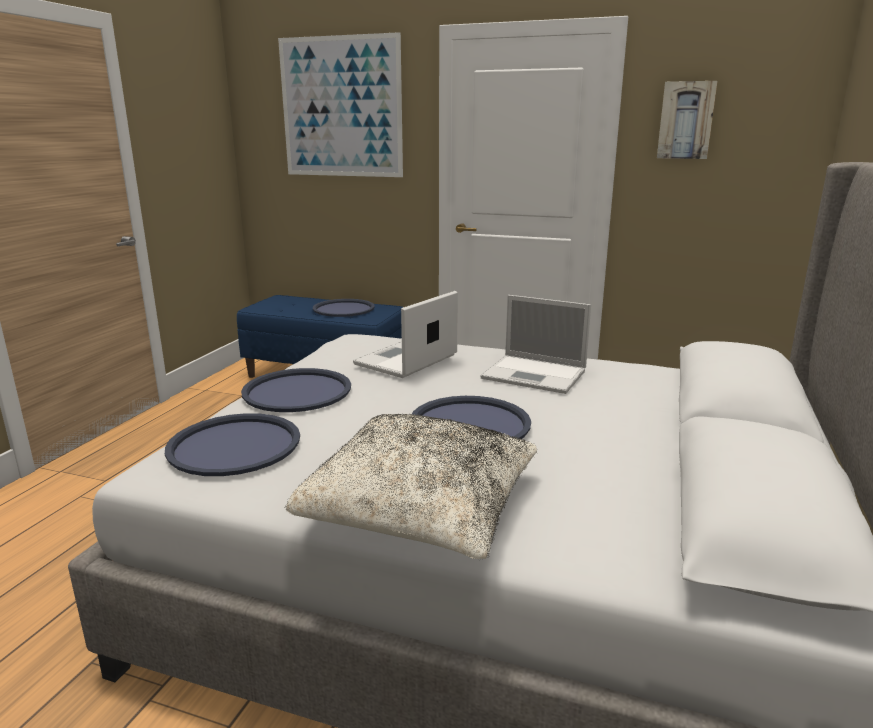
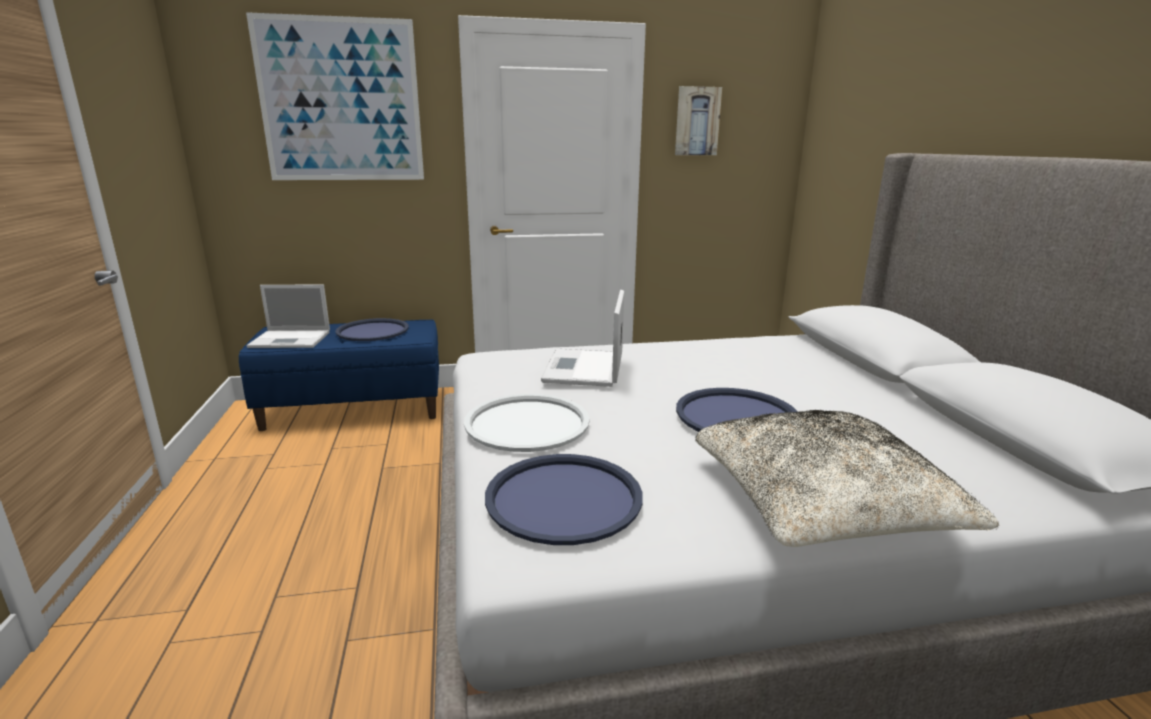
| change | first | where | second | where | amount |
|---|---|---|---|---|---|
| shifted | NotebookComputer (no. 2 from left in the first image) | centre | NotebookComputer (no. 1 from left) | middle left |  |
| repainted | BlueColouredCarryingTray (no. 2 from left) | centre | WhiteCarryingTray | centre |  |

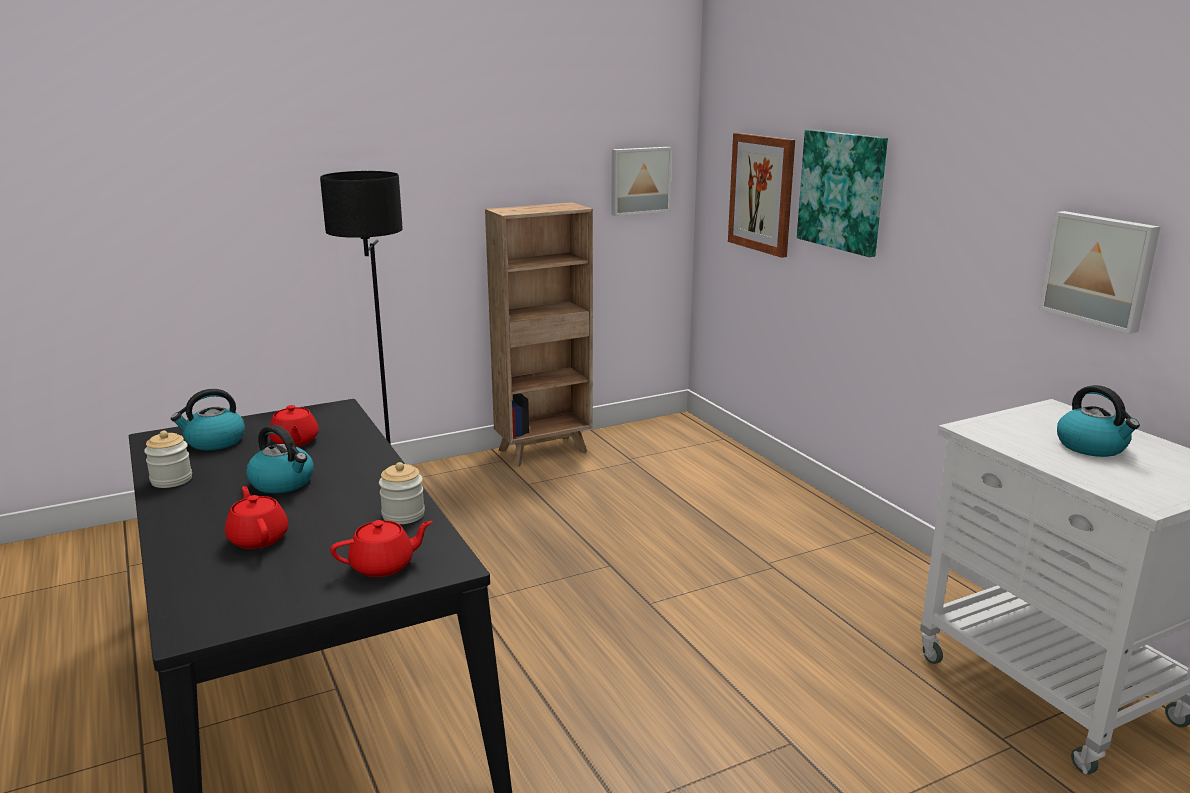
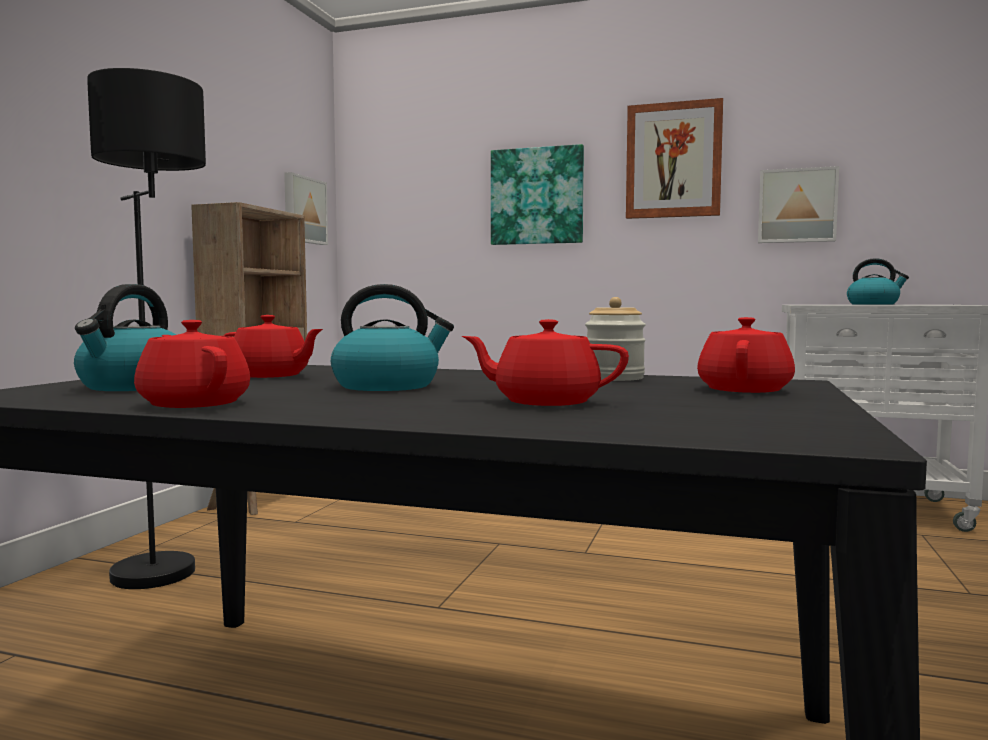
| change | first | where | second | where | amount |
|---|---|---|---|---|---|
| swapped | Jar (no. 1 from left) | middle left | RedColouredTeapot (no. 1 from left) | middle left |  |
| shifted | WallPicture (no. 2 from left in the first image) | top centre | WallPicture (no. 3 from left) | top right |  |

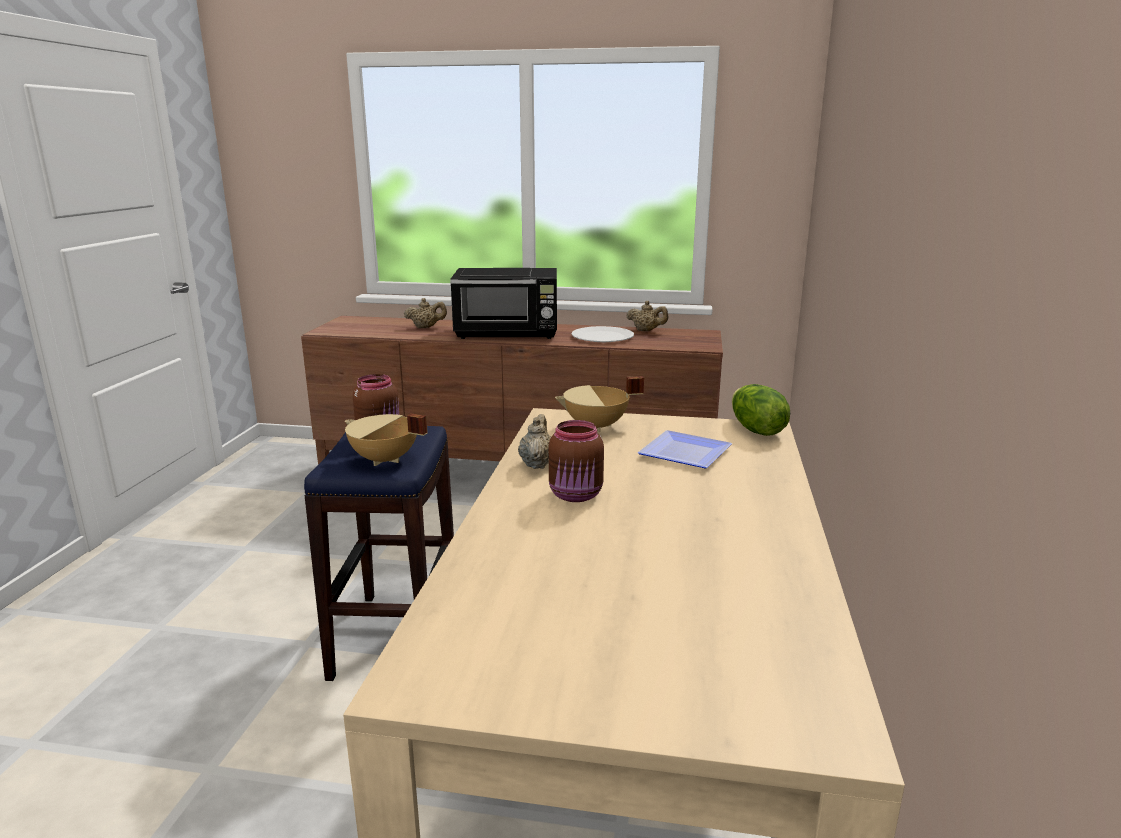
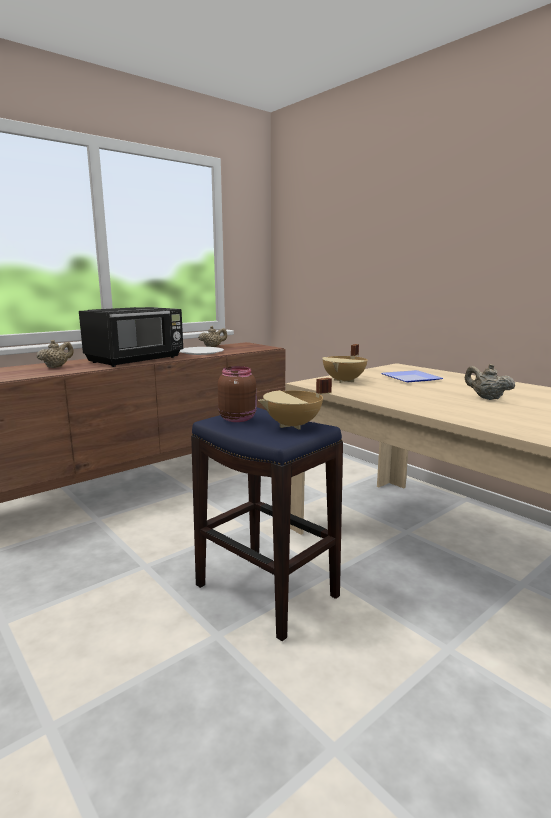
| change | first | where | second | where | amount |
|---|---|---|---|---|---|
| shifted | BeigeTeapot (no. 2 from left in the first image) | centre | BeigeTeapot (no. 3 from left) | middle right |  |
| gone | BrownColouredJar (no. 2 from left) | centre |  |  |  |
| gone | LettuceHead | middle right |  |  |  |

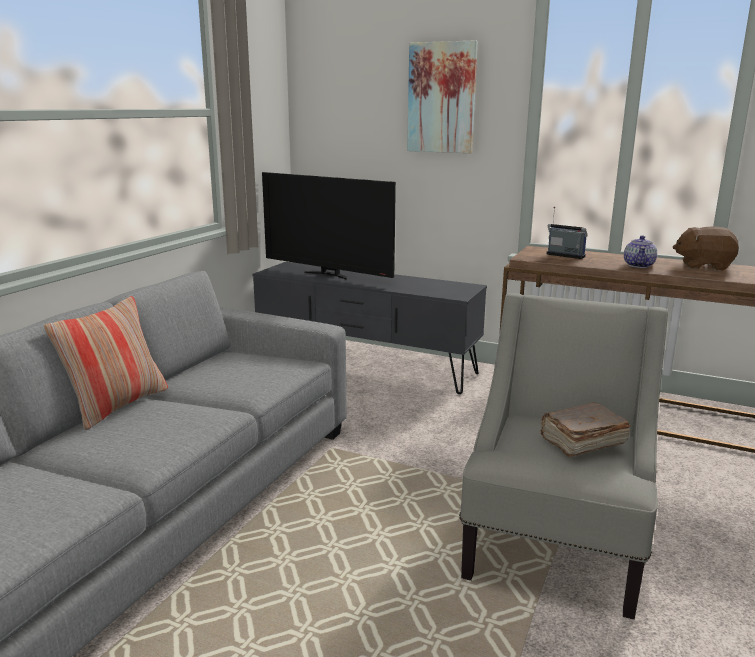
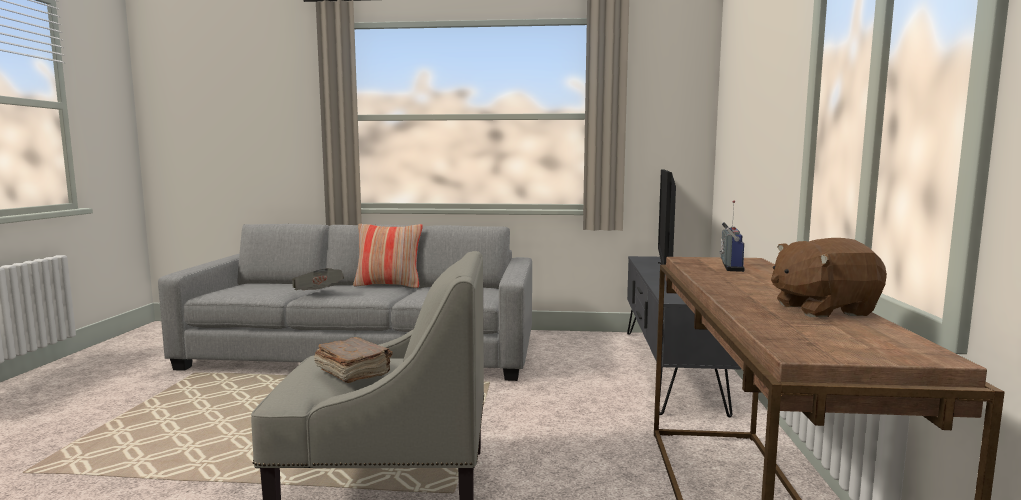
| change | first | where | second | where | amount |
|---|---|---|---|---|---|
| new |  |  | Newspaper | middle left |  |
| rotated | BrownColouredPlushToy | middle right |  | middle right | 90 degrees counterclockwise |
| gone | WallPicture | top centre |  |  |  |
| gone | Teapot | middle right |  |  |  |

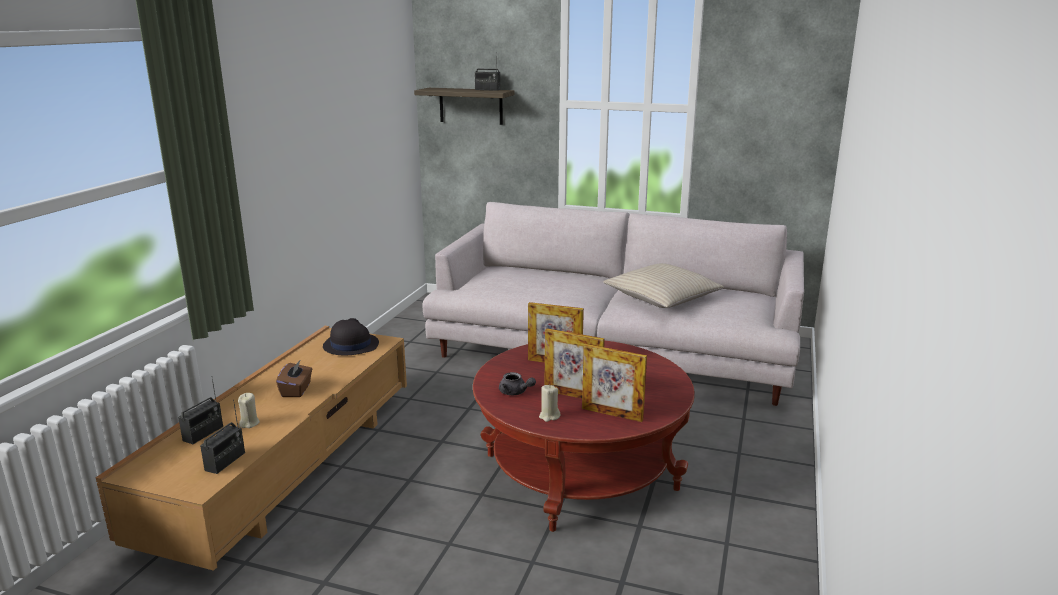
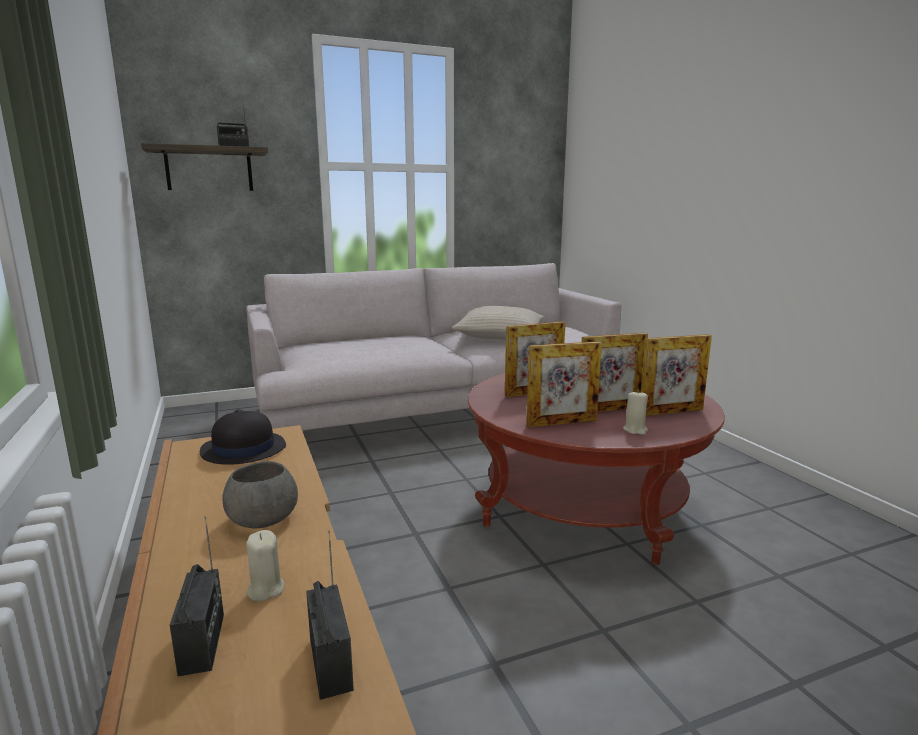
| change | first | where | second | where | amount |
|---|---|---|---|---|---|
| swapped | BrownColouredTissueBox | middle left | GreyishBowl | bottom left |  |
| swapped | GreyishTeapot | centre | StandingFrame (no. 2 from left) | centre |  |

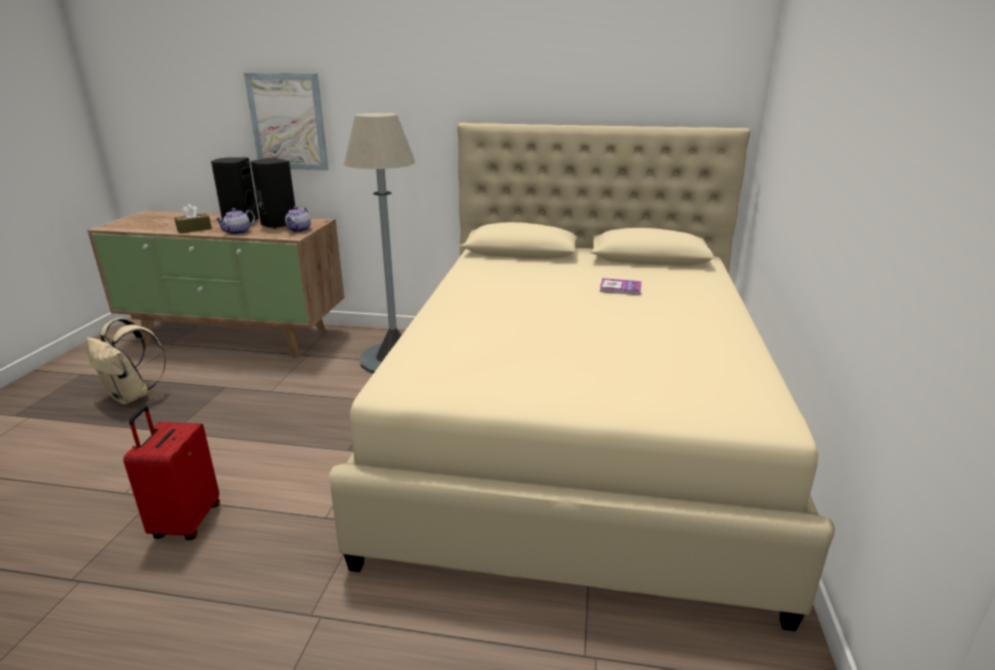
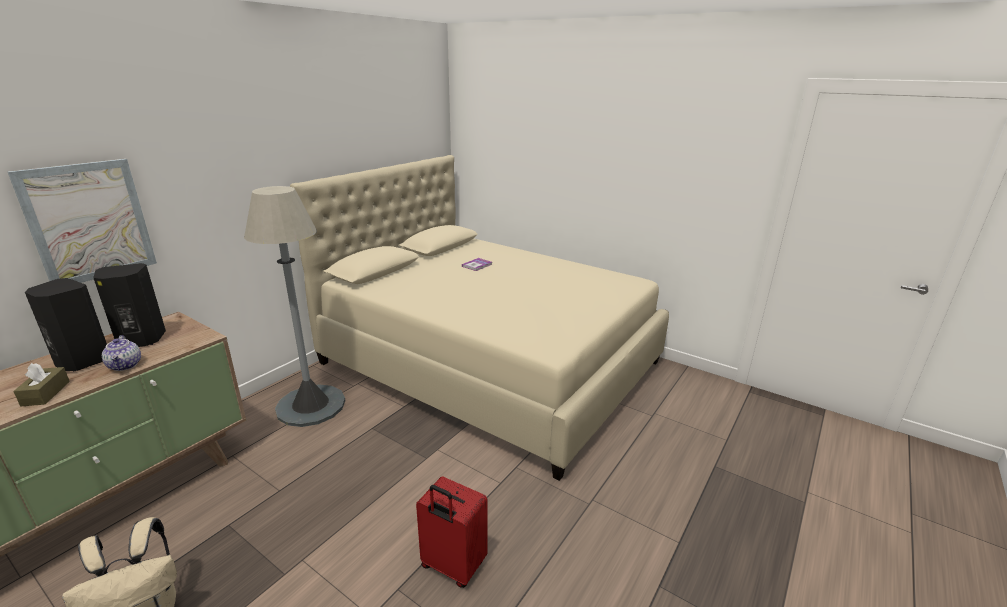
| change | first | where | second | where | amount |
|---|---|---|---|---|---|
| gone | Teapot (no. 2 from left) | top left |  |  |  |

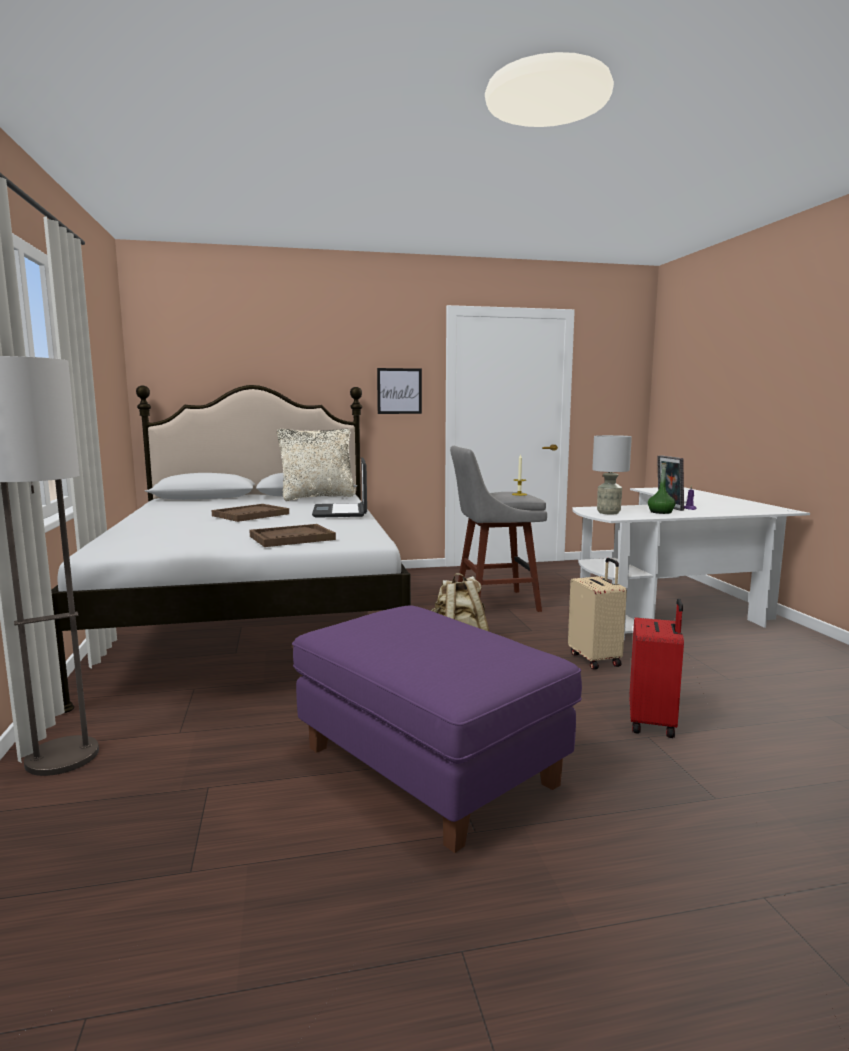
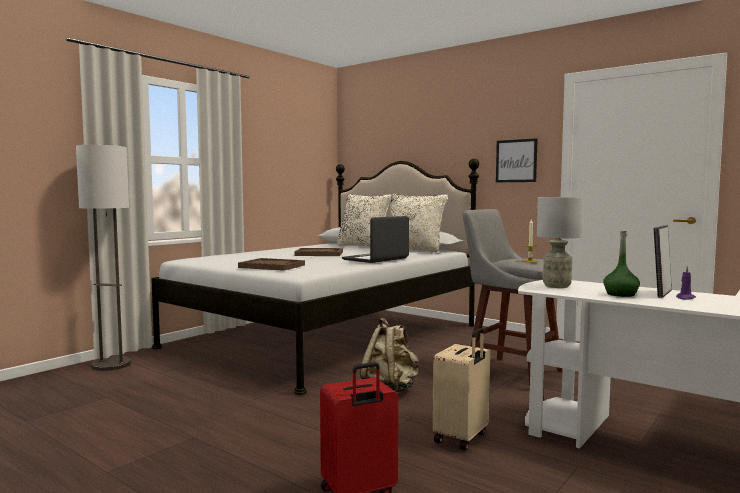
| change | first | where | second | where | amount |
|---|---|---|---|---|---|
| new |  |  | BeigeThrowPillow (no. 1 from left) | centre |  |
| gone | PurpleOttoman | bottom centre |  |  |  |

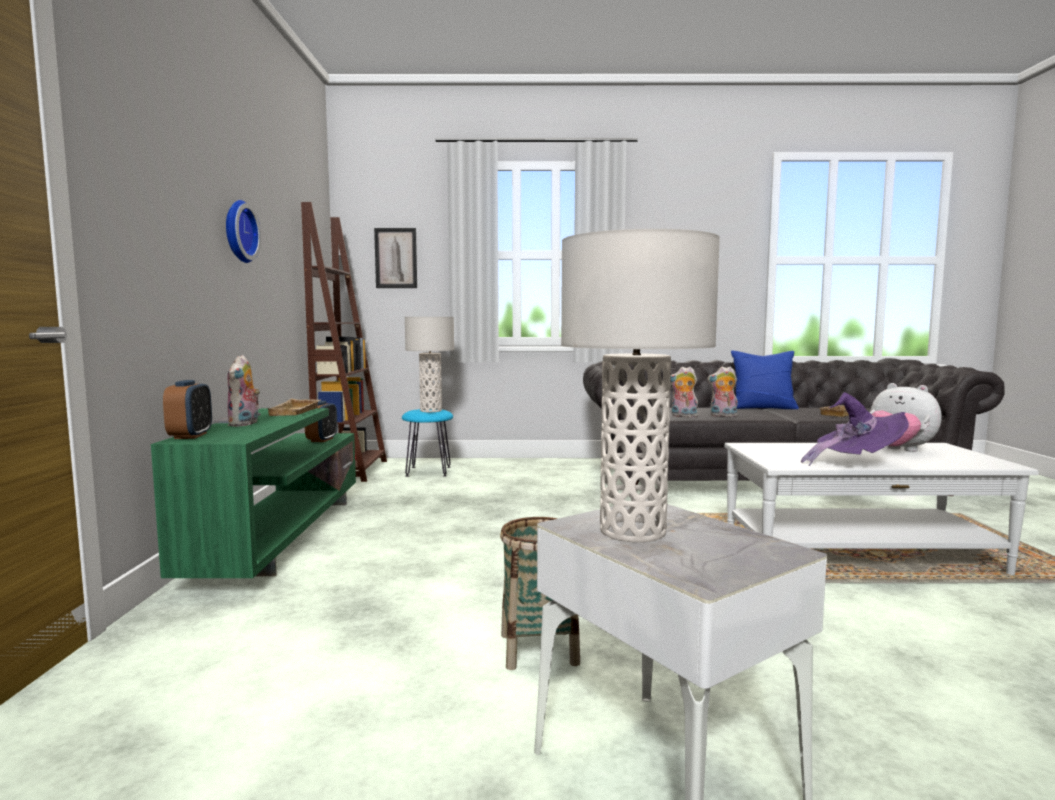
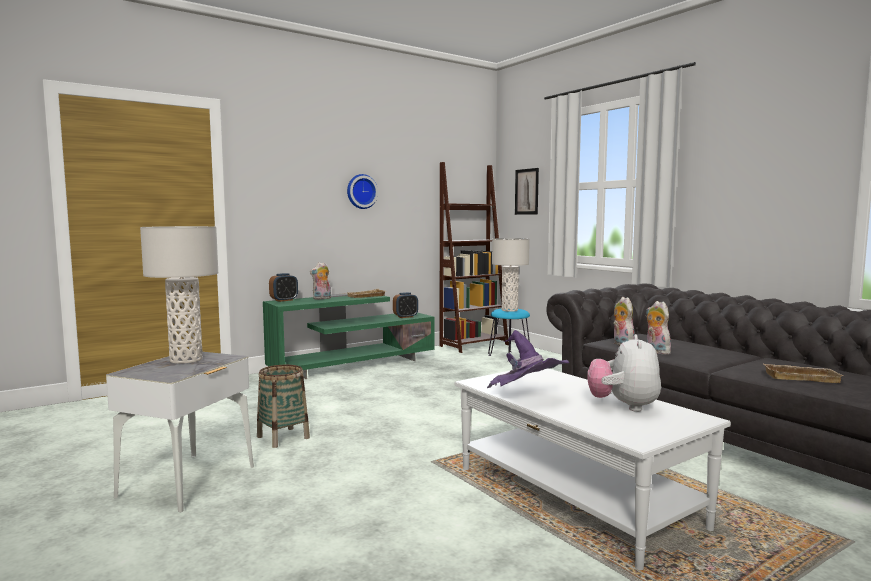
| change | first | where | second | where | amount |
|---|---|---|---|---|---|
| gone | BlueColouredThrowPillow | middle right |  |  |  |

